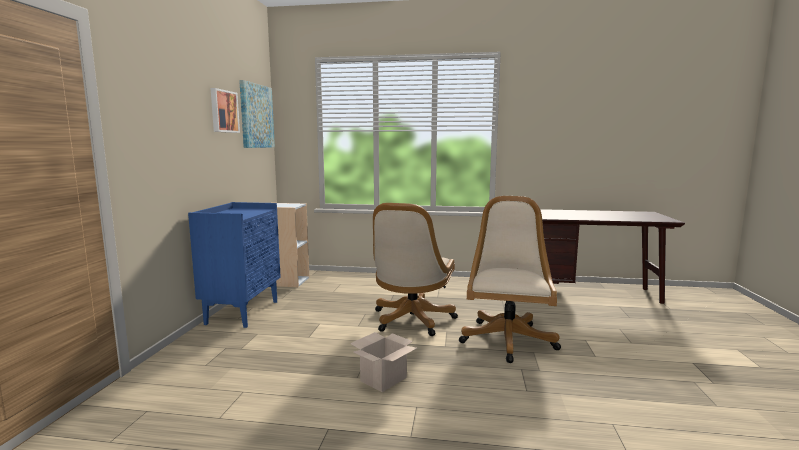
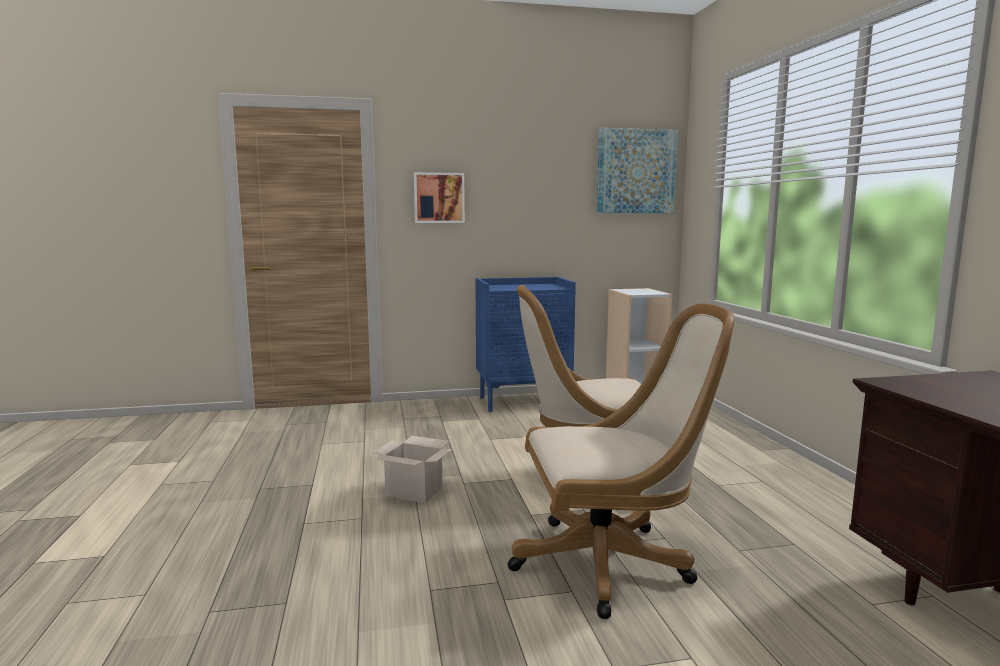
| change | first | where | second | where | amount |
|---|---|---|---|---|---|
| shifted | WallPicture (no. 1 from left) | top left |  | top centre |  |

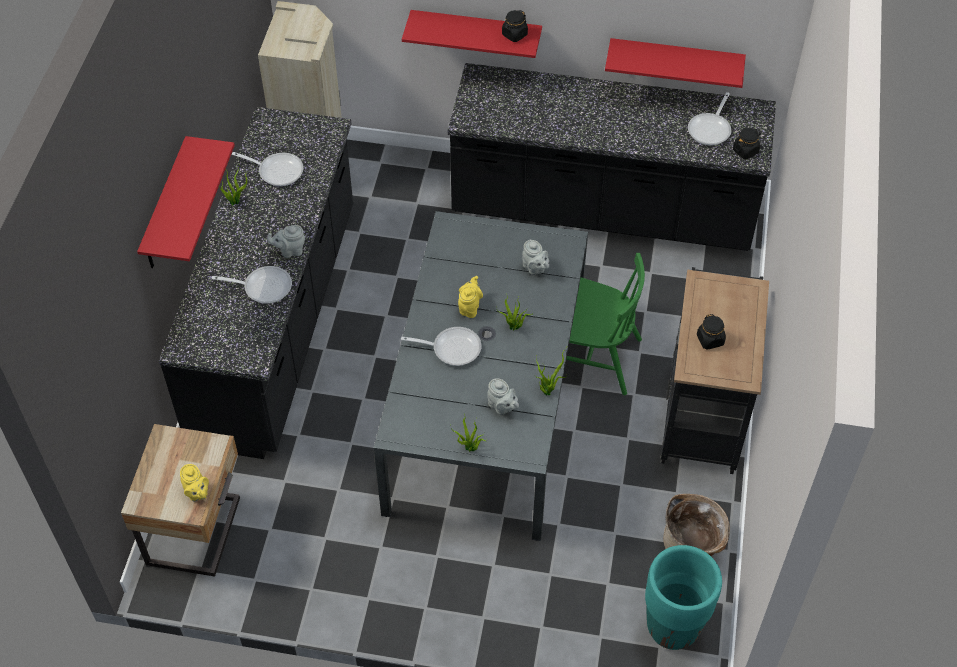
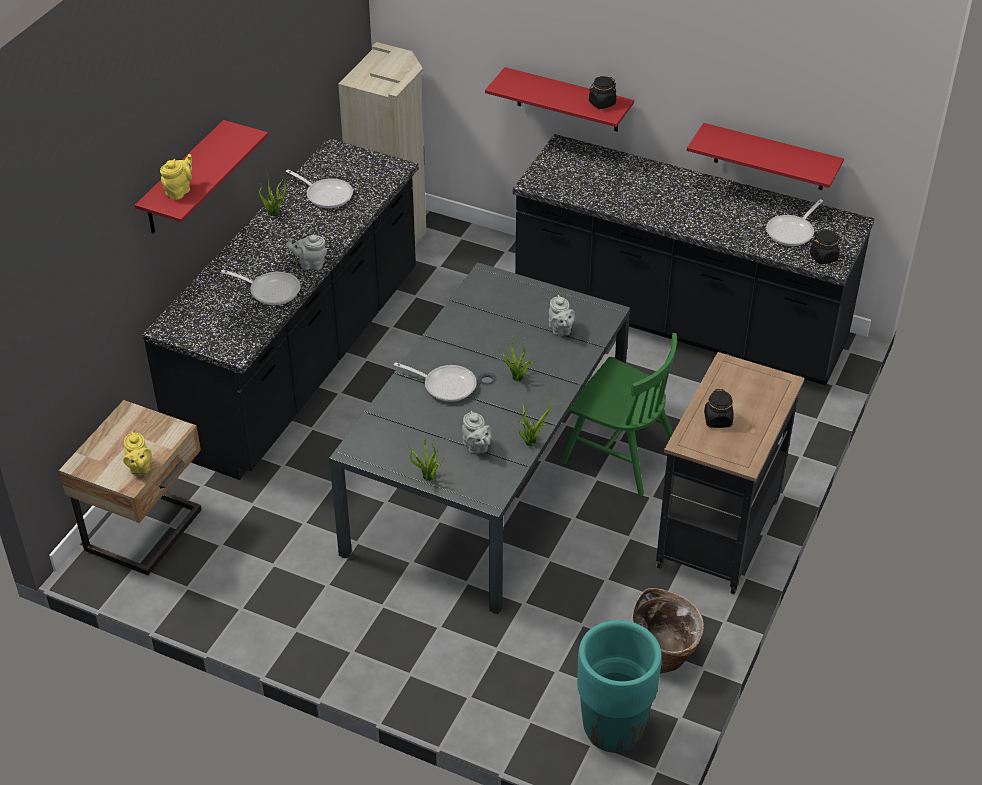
| change | first | where | second | where | amount |
|---|---|---|---|---|---|
| shifted | YellowTeapot (no. 2 from left) | centre |  | top left |  |

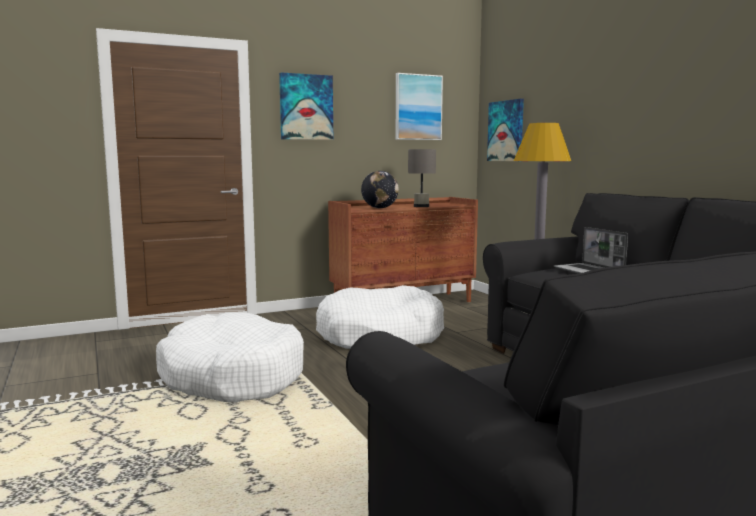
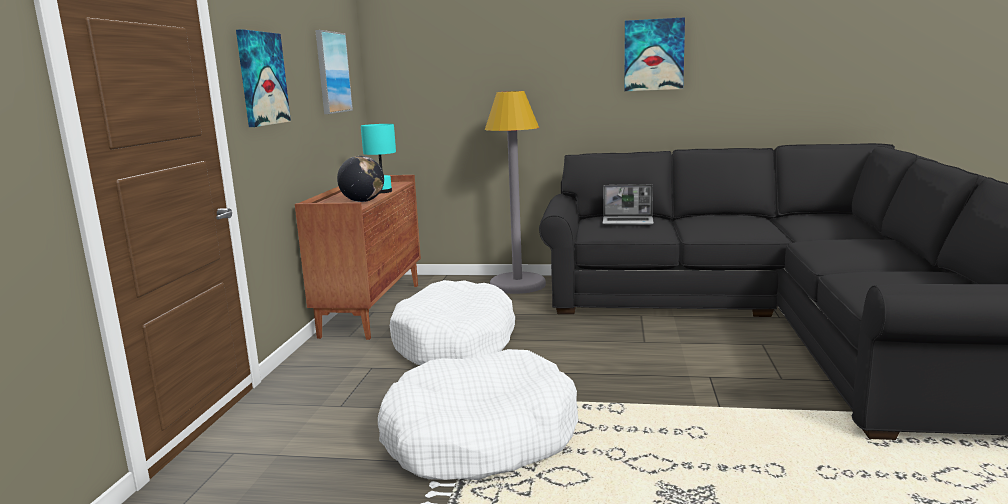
| change | first | where | second | where | amount |
|---|---|---|---|---|---|
| repainted | GreyishLampForATable | centre | TurquoiseLampForATable | top centre |  |
| shifted | WallPicture (no. 3 from left) | top right |  | top centre |  |

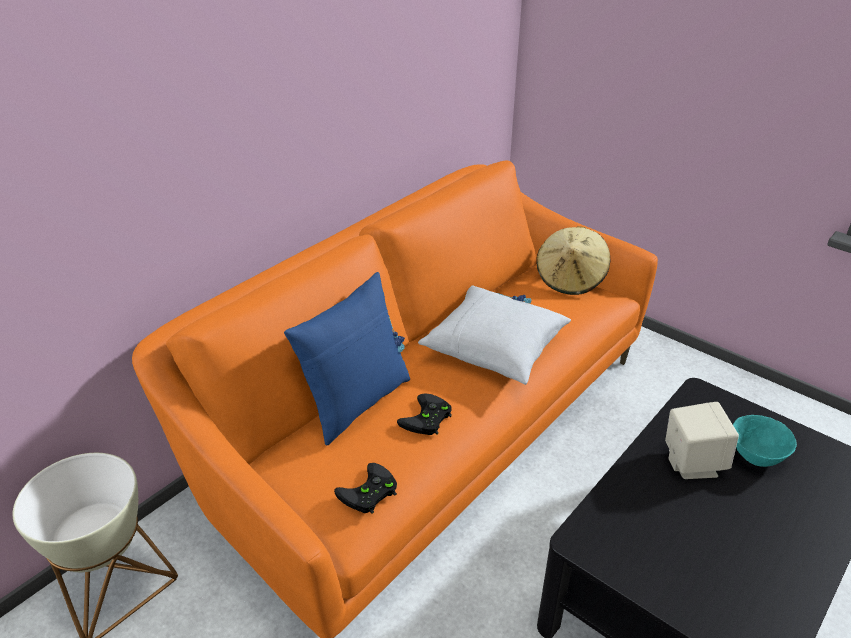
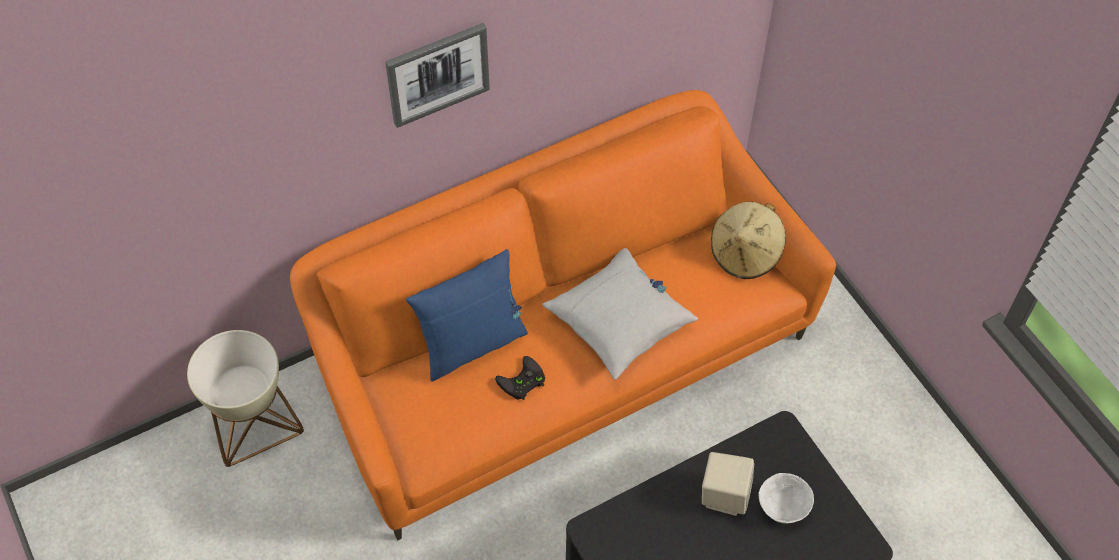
| change | first | where | second | where | amount |
|---|---|---|---|---|---|
| new |  |  | WallPicture | top centre |  |
| repainted | TurquoiseBowl | bottom right | WhiteBowl | bottom right |  |
| gone | BlackColouredGamepad (no. 1 from left) | bottom centre |  |  |  |

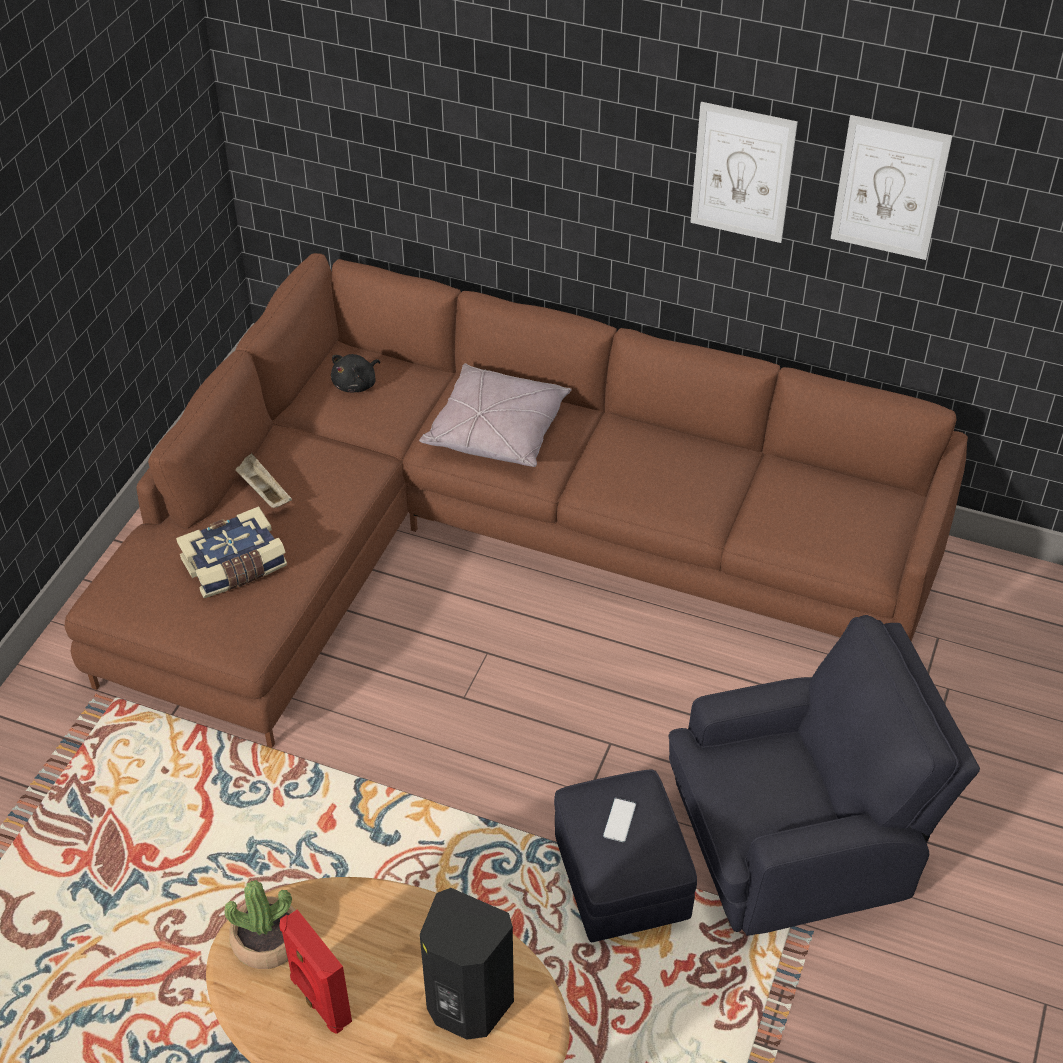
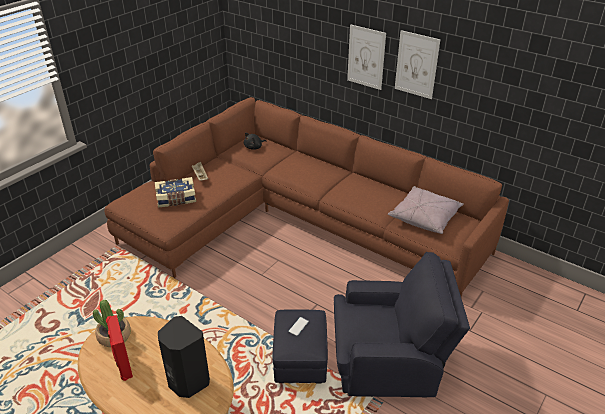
| change | first | where | second | where | amount |
|---|---|---|---|---|---|
| shifted | WallPicture (no. 2 from left in the first image) | top right | WallPicture (no. 1 from left) | top centre |  |
| shifted | PurpleThrowPillow | centre |  | middle right |  |

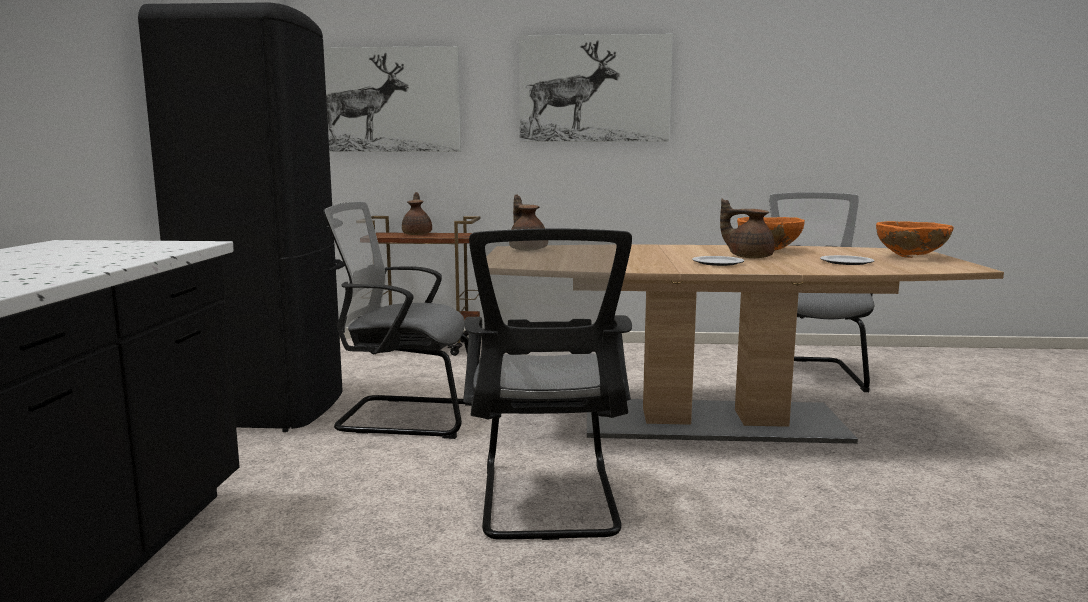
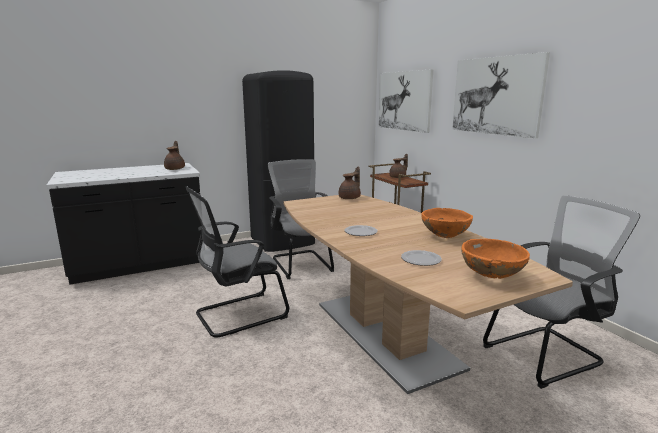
| change | first | where | second | where | amount |
|---|---|---|---|---|---|
| shifted | BrownColouredTeapot (no. 3 from left in the first image) | middle right | BrownColouredTeapot (no. 1 from left) | middle left |  |

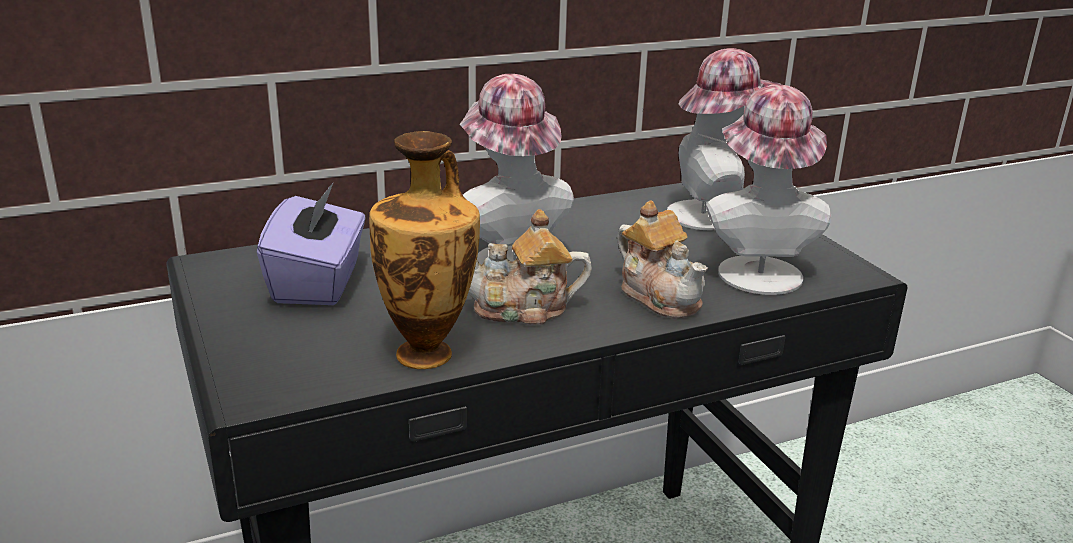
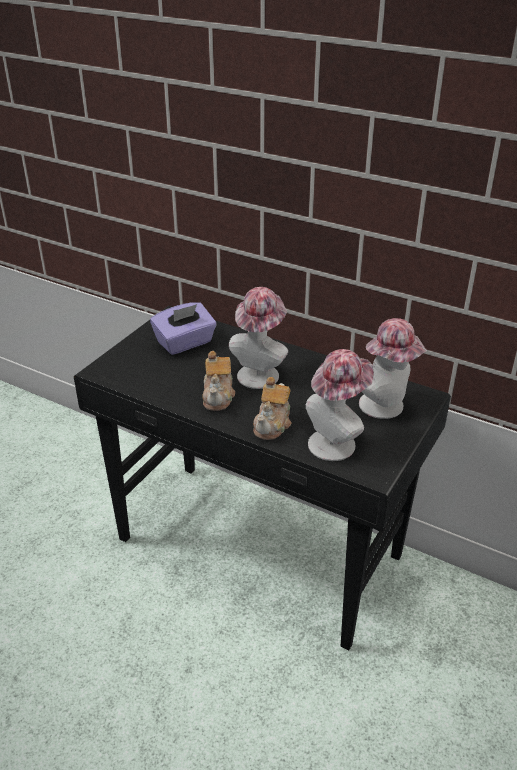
| change | first | where | second | where | amount |
|---|---|---|---|---|---|
| rotated | Teapot (no. 1 from left) | centre |  | centre | 135 degrees counterclockwise |
| gone | DecorativeVase | centre |  |  |  |

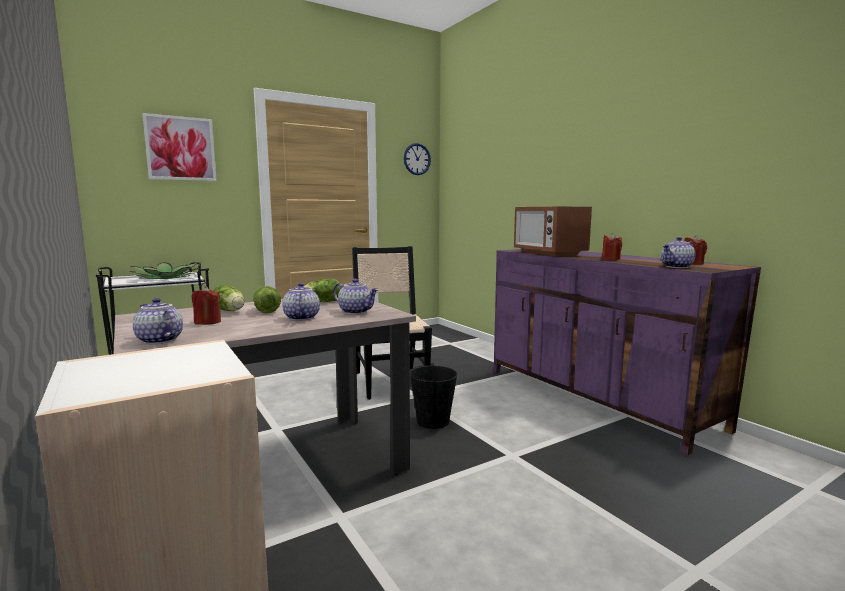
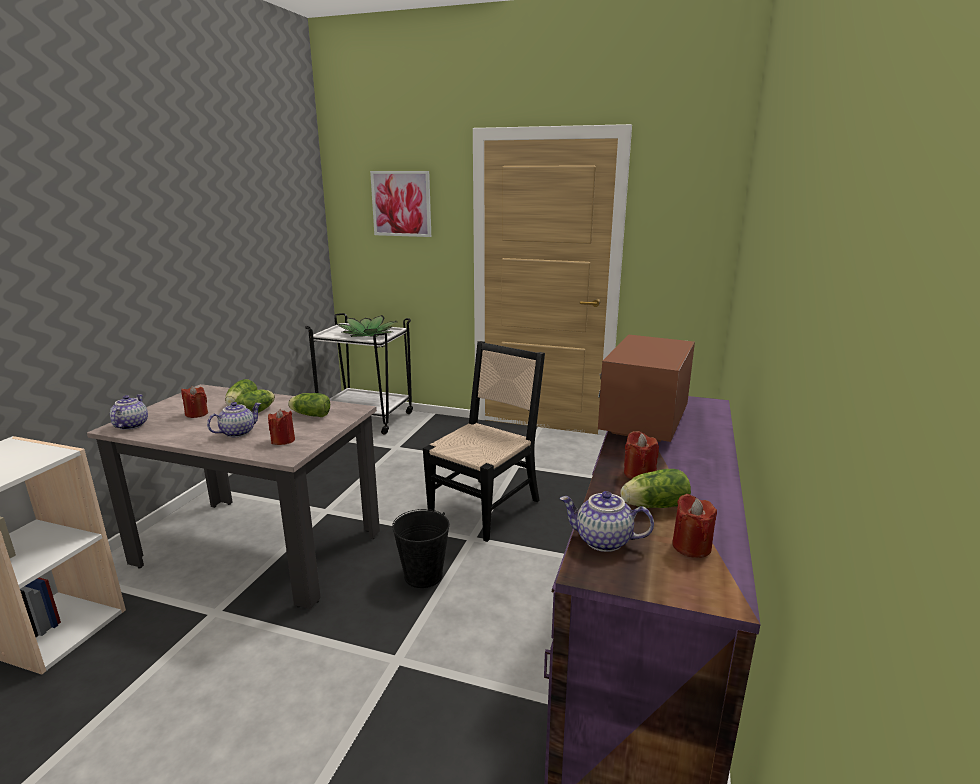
| change | first | where | second | where | amount |
|---|---|---|---|---|---|
| swapped | Teapot (no. 3 from left) | centre | RedColouredWaxLight (no. 2 from left) | middle left |  |
| new |  |  | LettuceHead (no. 4 from left) | middle right |  |
| gone | HangingClock | top centre |  |  |  |

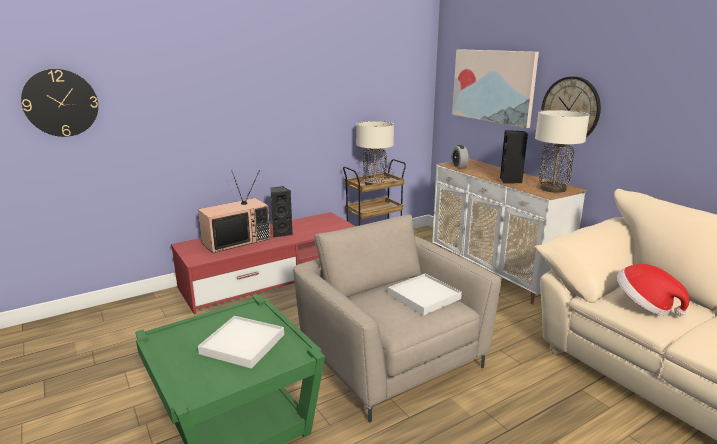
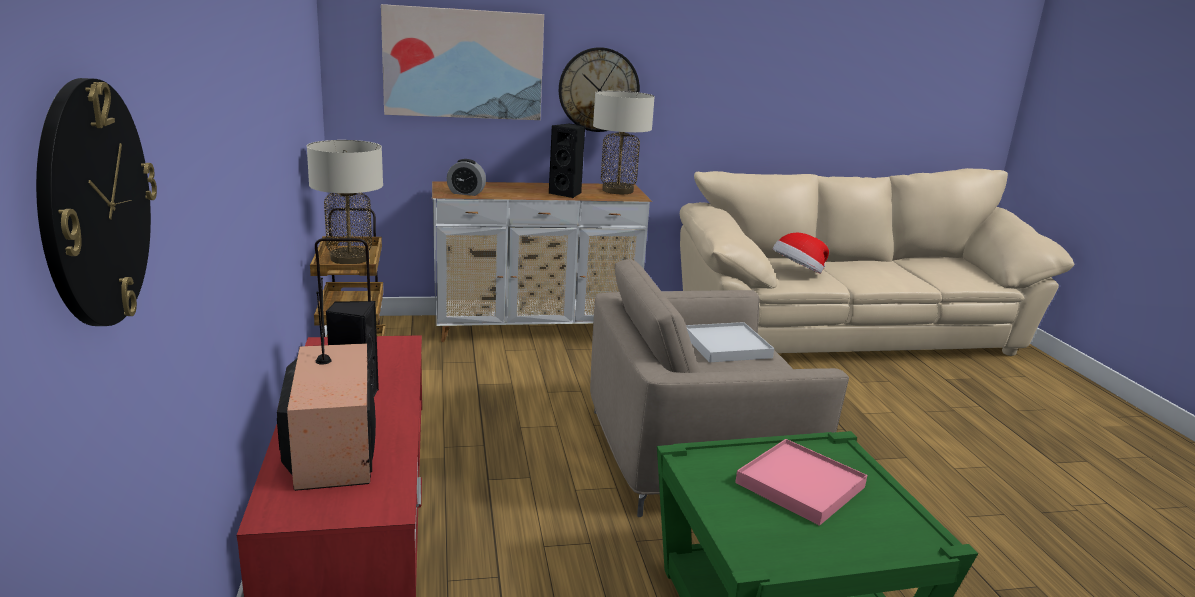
| change | first | where | second | where | amount |
|---|---|---|---|---|---|
| repainted | WhiteCarryingTray (no. 1 from left) | bottom centre | PinkCarryingTray | bottom right |  |

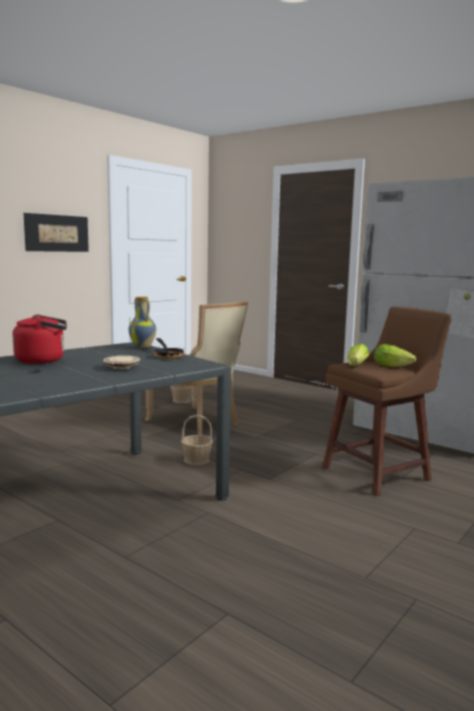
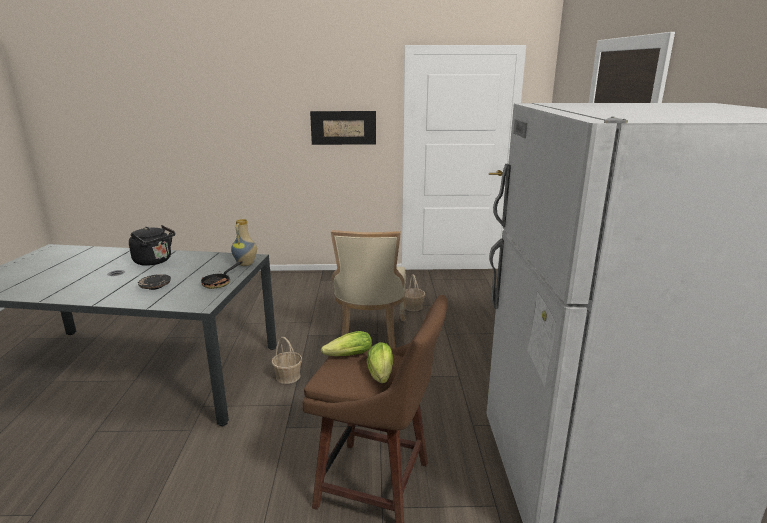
| change | first | where | second | where | amount |
|---|---|---|---|---|---|
| repainted | RedColouredWaterKettle | middle left | BlackColouredWaterKettle | middle left |  |
| repainted | BeigePlate | middle left | BlackColouredPlate | middle left |  |

